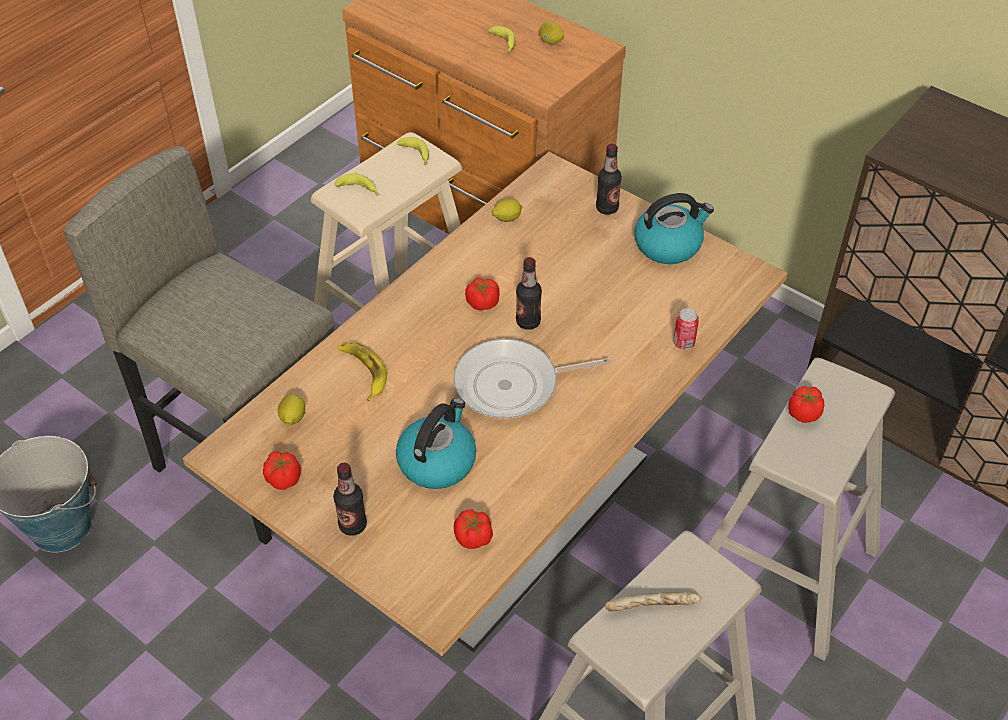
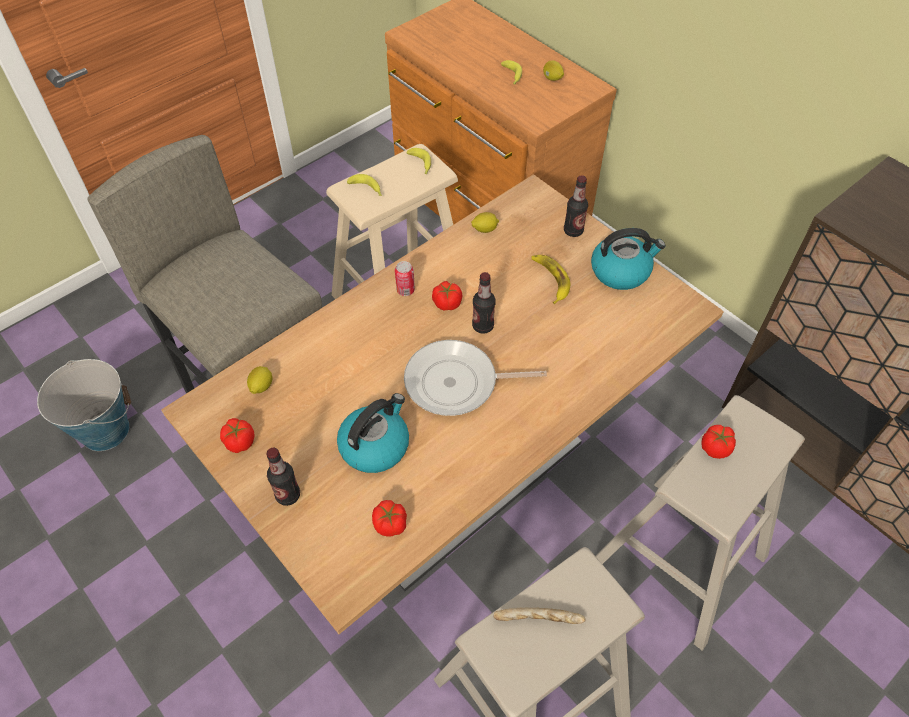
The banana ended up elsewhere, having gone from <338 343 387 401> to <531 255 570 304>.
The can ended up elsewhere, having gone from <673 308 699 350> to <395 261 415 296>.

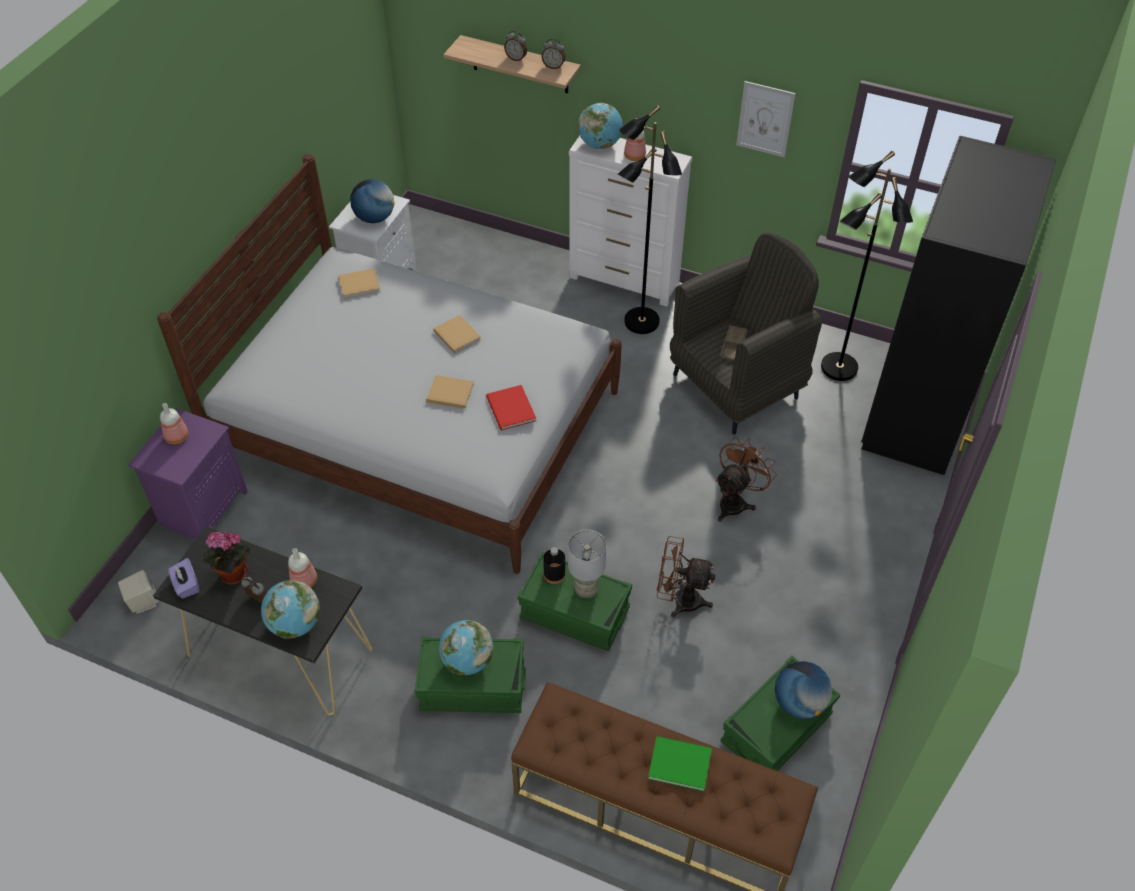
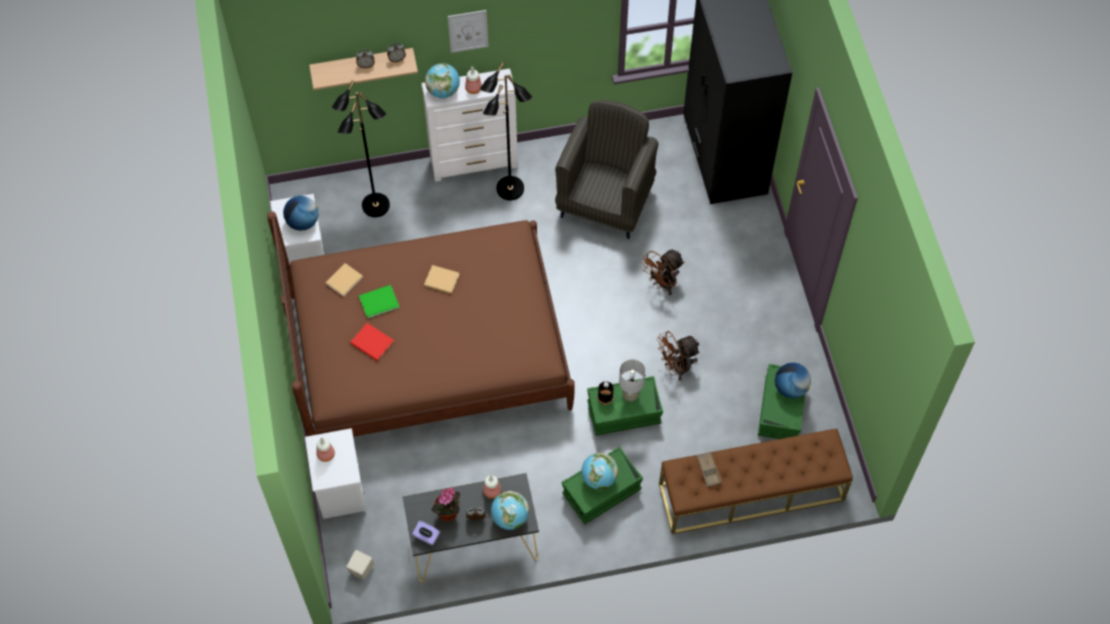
What was the nightstand (purple) at <128 408 248 540> turned into the nightstand (white) at <305 428 367 519>.
What was the bed (white) at <157 154 622 574> turned into the bed (brown) at <267 211 575 437>.
The second view lost the book (beige) at <426 375 474 409>.
The book (red) ended up elsewhere, having gone from <486 385 536 431> to <350 323 394 361>.
The book (green) ended up elsewhere, having gone from <648 736 712 791> to <359 285 400 319>.
The fan (brown) at <716 437 777 522> ended up facing another way, 135 degrees counterclockwise from before.
The tray (brown) ended up elsewhere, having gone from <719 325 748 361> to <697 452 722 487>.
The picture ended up elsewhere, having gone from <736 81 796 157> to <448 10 489 53>.
The floor lamp (black) ended up elsewhere, having gone from <821 151 913 381> to <332 80 390 217>.

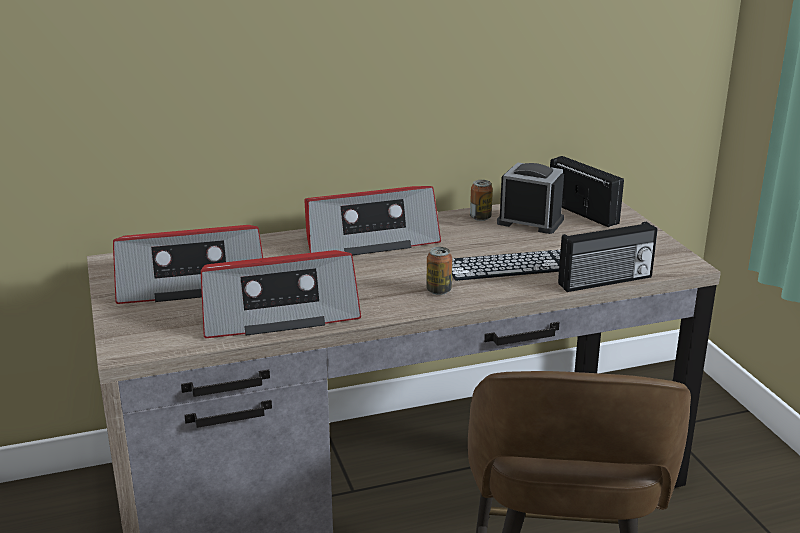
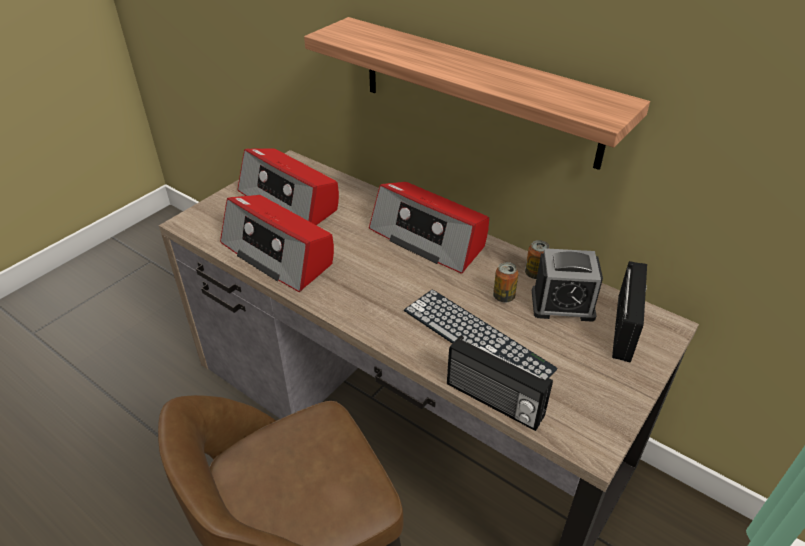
The can ended up elsewhere, having gone from <426 247 452 295> to <493 262 518 302>.
The alarm clock at <497 162 564 234> ended up facing another way, 105 degrees clockwise from before.
The second view gained the shelf at <304 17 650 170>.

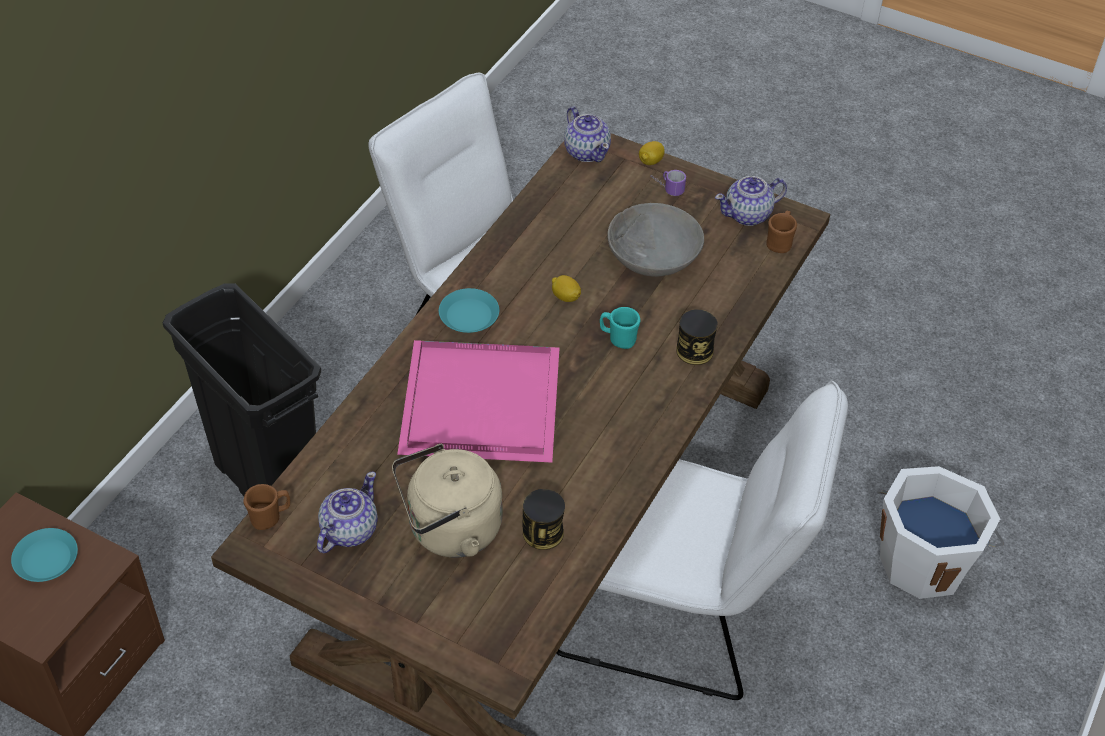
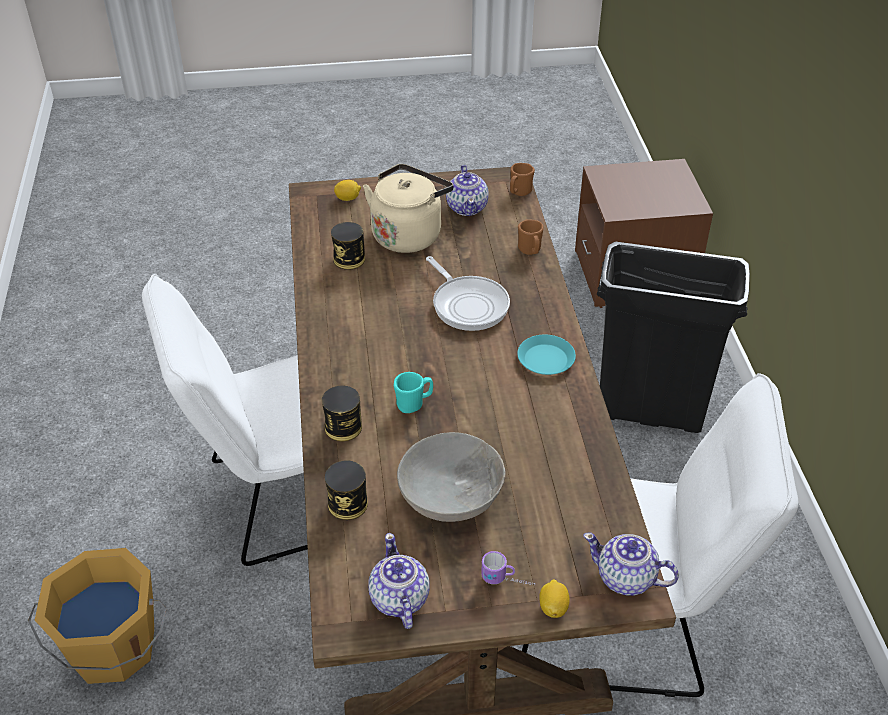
The second view lost the plate (turquoise) at <11 528 78 582>.
Where the tray (pink) stood at <397 340 559 463>, the frying pan came to stand at <426 256 510 331>.
The lemon ended up elsewhere, having gone from <552 275 581 302> to <334 180 361 201>.
The teapot at <715 176 787 226> ended up facing another way, 45 degrees counterclockwise from before.
The mug (brown) ended up elsewhere, having gone from <766 210 797 253> to <518 219 544 255>.
What was the bucket (white) at <877 466 1004 599> turned into the bucket (orange) at <28 548 166 684>.
The second view gained the can at <325 460 368 520>.

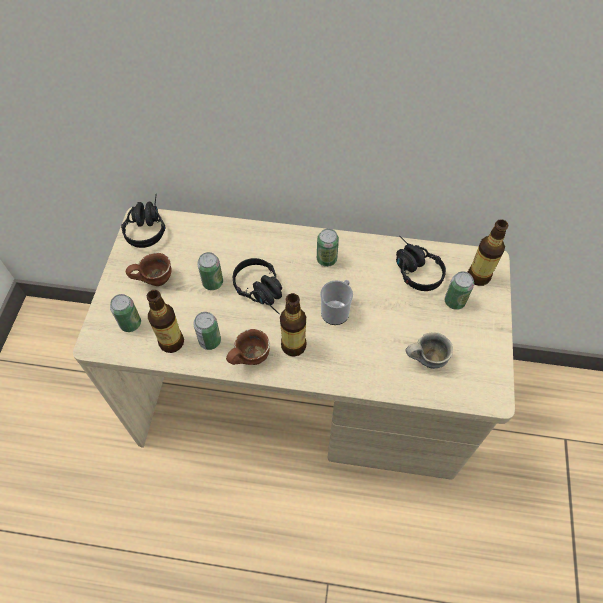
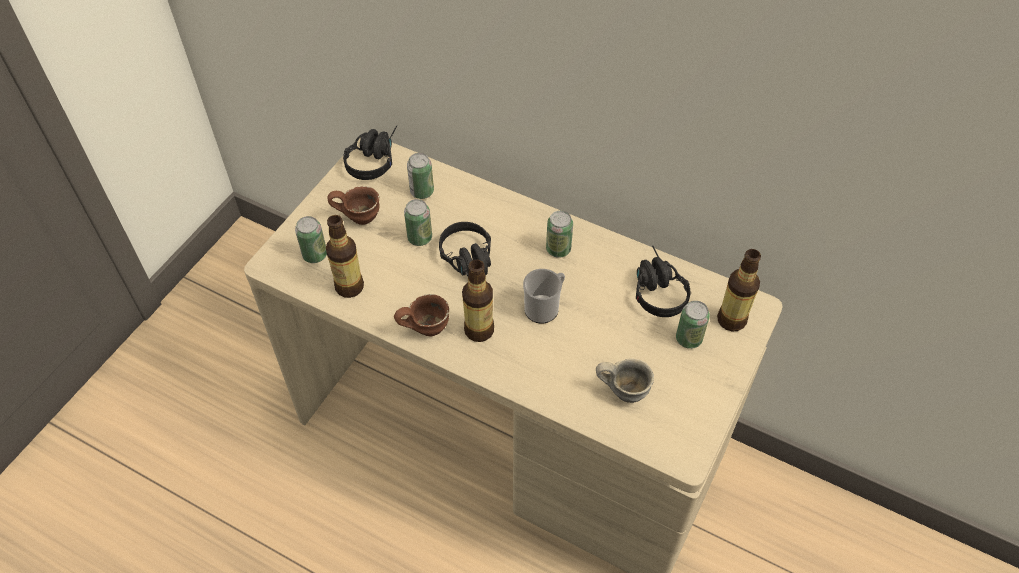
The can ended up elsewhere, having gone from <193 312 221 350> to <407 153 434 199>.

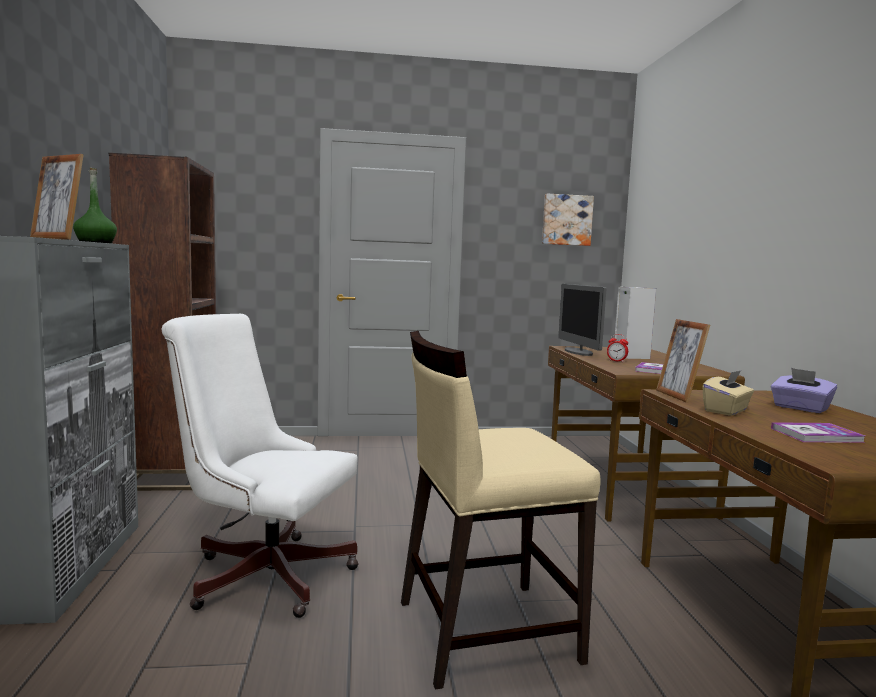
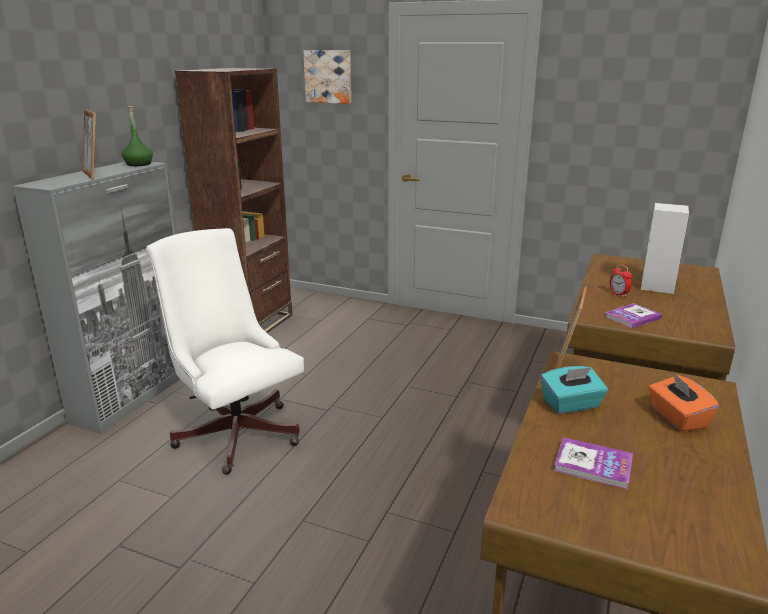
The second view lost the chair (beige) at <401 331 601 690>.
The picture ended up elsewhere, having gone from <542 194 594 246> to <303 50 351 104>.
The second view lost the monitor at <558 284 607 356>.
What was the tissue box (beige) at <702 370 754 416> turned into the tissue box (turquoise) at <541 366 608 414>.
What was the tissue box (purple) at <771 368 837 413> turned into the tissue box (orange) at <649 373 719 432>.

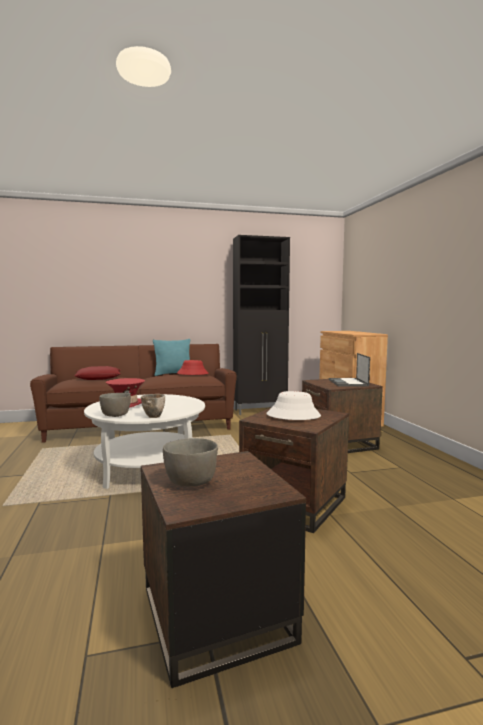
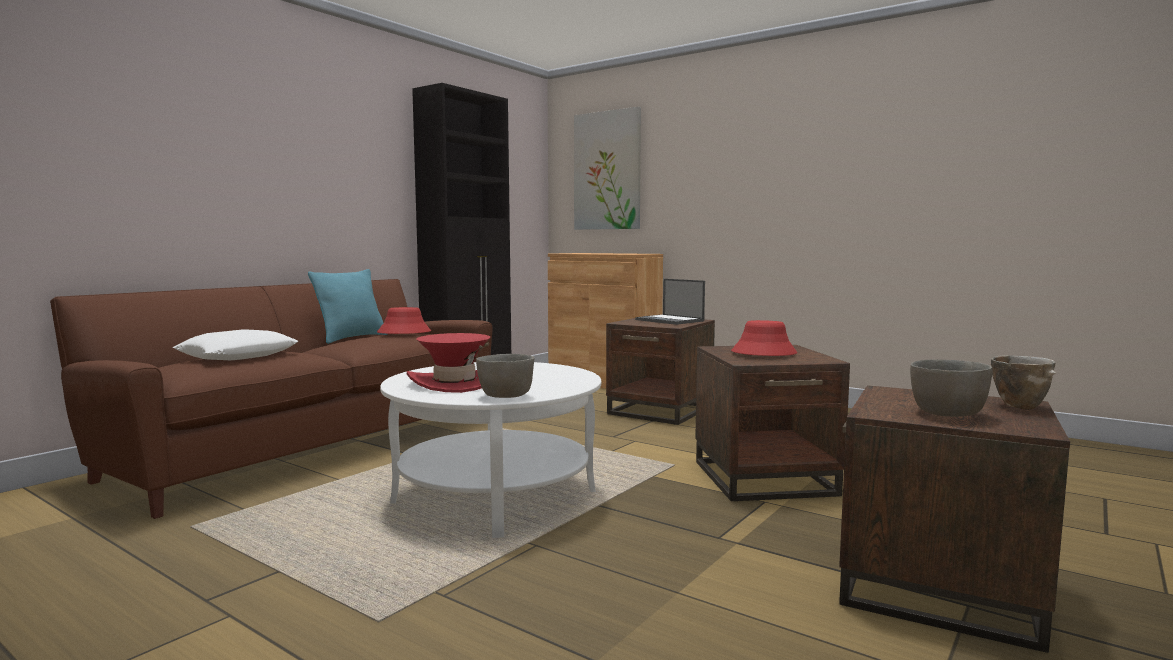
What was the pillow (red) at <74 366 121 380> turned into the pillow (white) at <173 329 299 360>.
The bowl ended up elsewhere, having gone from <141 394 165 418> to <990 355 1056 410>.
What was the hat (white) at <267 391 321 420> turned into the hat (red) at <731 320 797 356>.
The second view gained the picture at <574 107 641 230>.

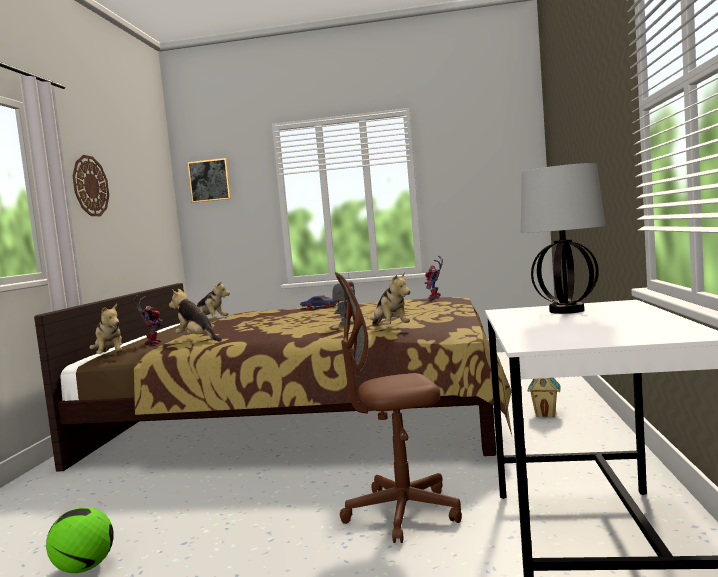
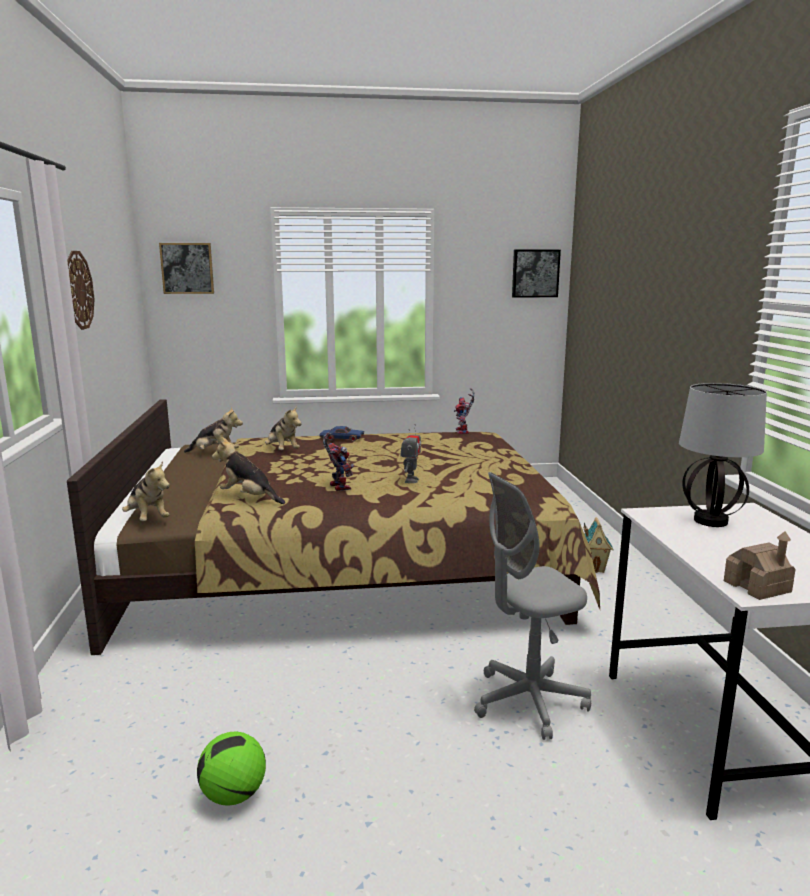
The toy robot ended up elsewhere, having gone from <134 295 163 346> to <323 432 354 491>.
What was the office chair (brown) at <335 272 462 543> turned into the office chair (grey) at <474 472 591 740>.
The plush toy ended up elsewhere, having gone from <370 273 410 324> to <265 406 301 450>.
The second view gained the picture at <512 250 561 298>.
The second view gained the toy house at <724 531 796 600>.

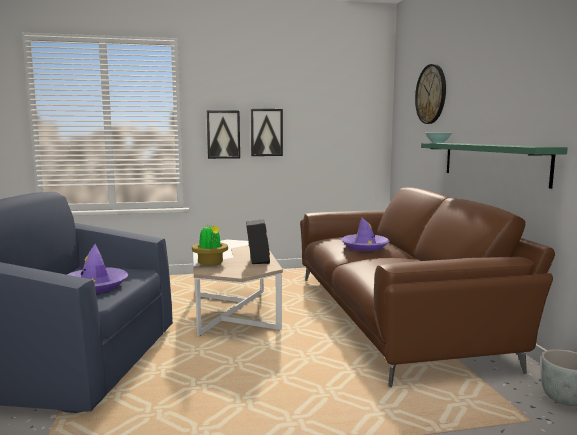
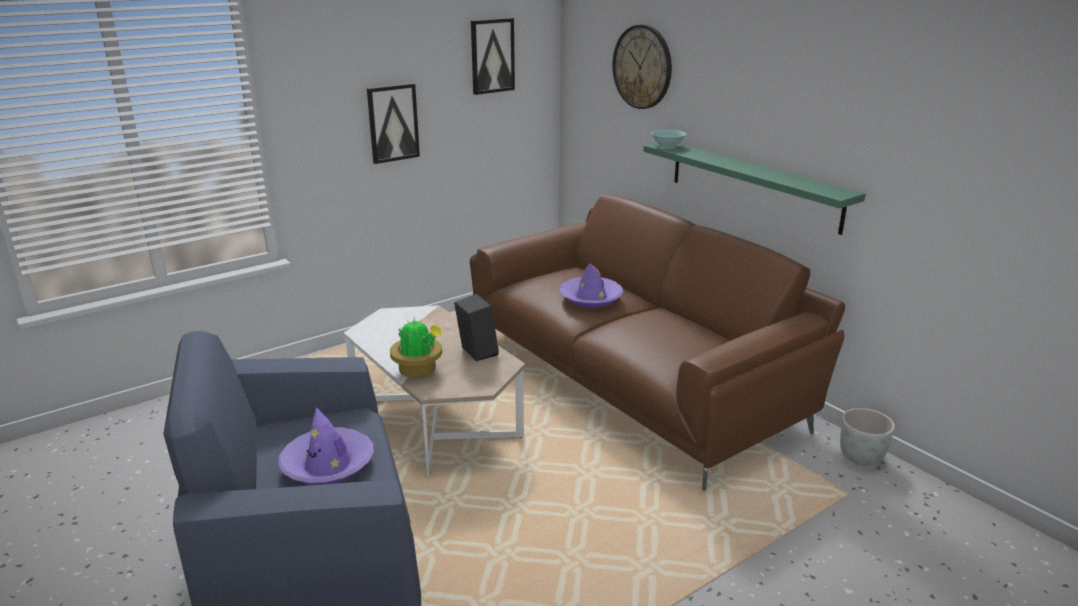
The picture ended up elsewhere, having gone from <207 110 240 159> to <471 18 515 95>.

